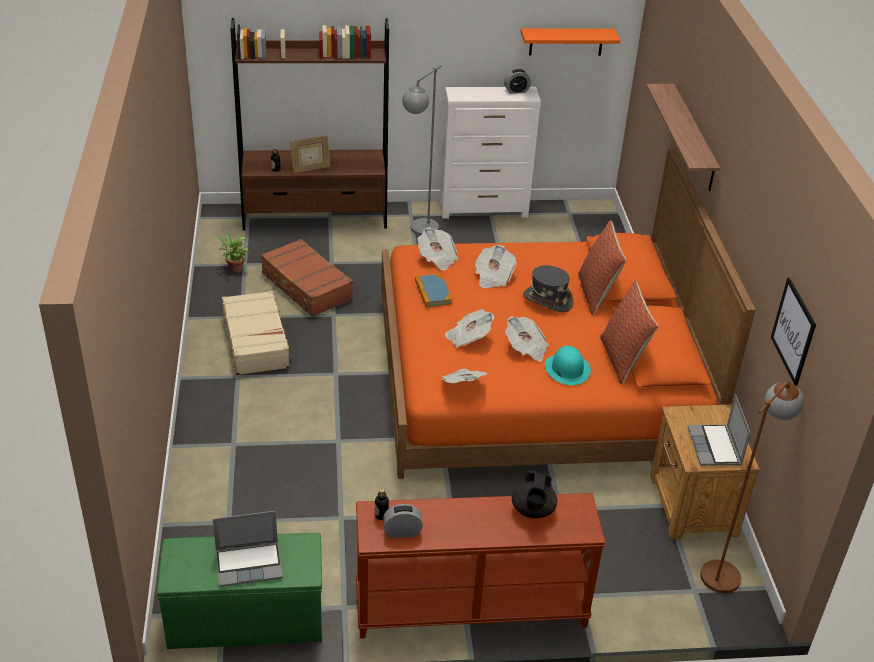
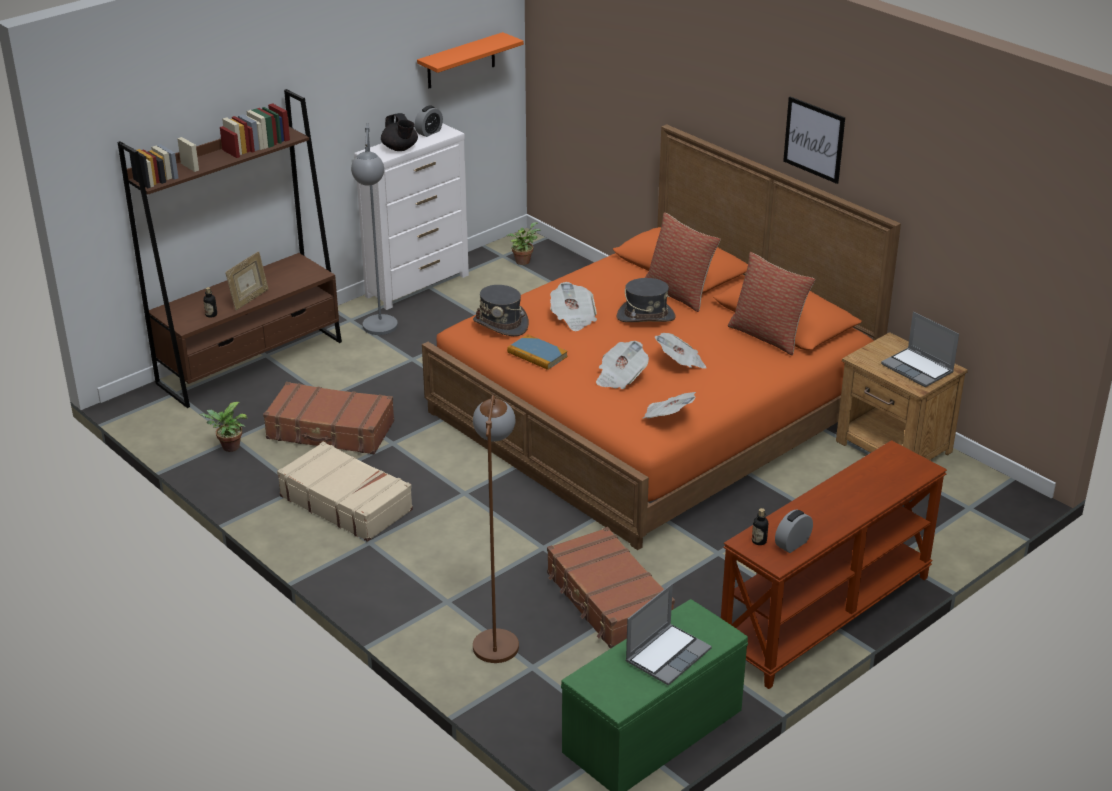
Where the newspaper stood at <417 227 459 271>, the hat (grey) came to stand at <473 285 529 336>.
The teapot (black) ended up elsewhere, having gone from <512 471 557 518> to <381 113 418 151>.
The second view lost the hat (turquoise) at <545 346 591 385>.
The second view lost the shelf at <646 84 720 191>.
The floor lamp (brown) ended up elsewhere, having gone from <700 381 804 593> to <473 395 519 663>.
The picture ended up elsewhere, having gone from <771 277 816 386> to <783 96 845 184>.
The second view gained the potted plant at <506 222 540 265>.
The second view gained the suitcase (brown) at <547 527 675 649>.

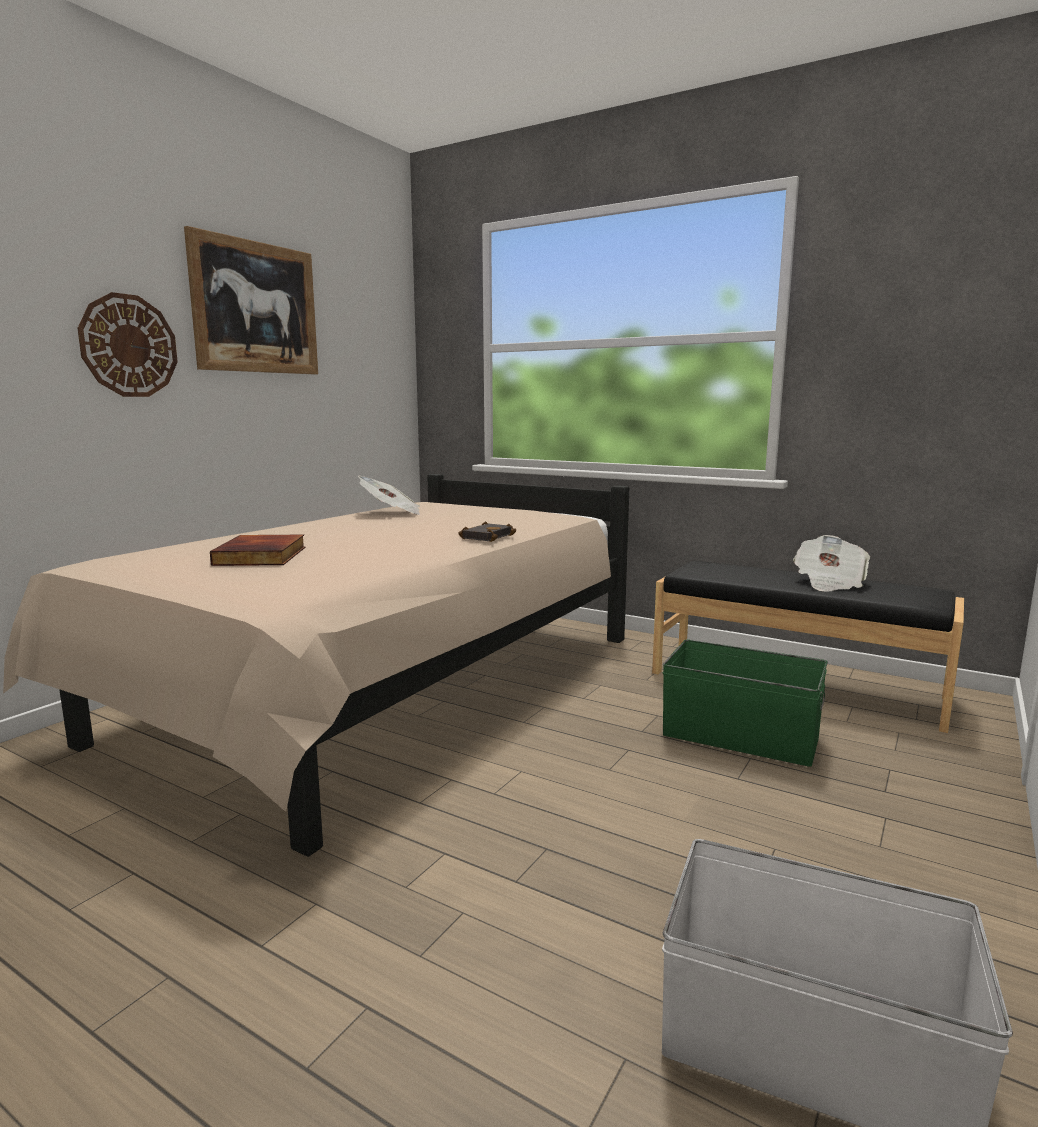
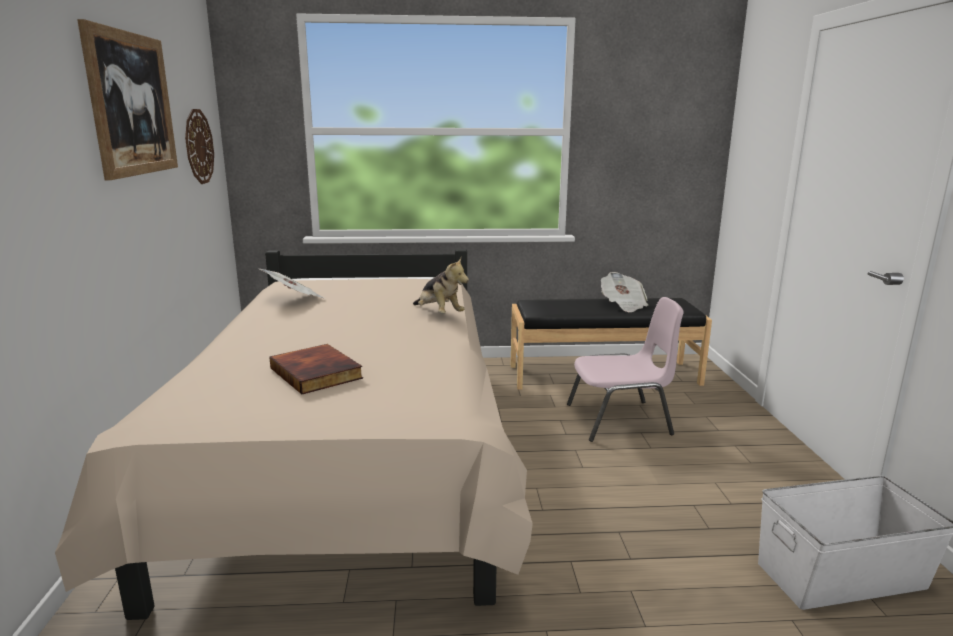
The wall clock ended up elsewhere, having gone from <78 292 178 397> to <185 109 214 184>.
Where the book (black) stood at <458 521 516 542>, the plush toy came to stand at <413 258 469 314>.
Where the storage box (green) stood at <663 639 828 767>, the chair (pink) came to stand at <567 297 684 442>.

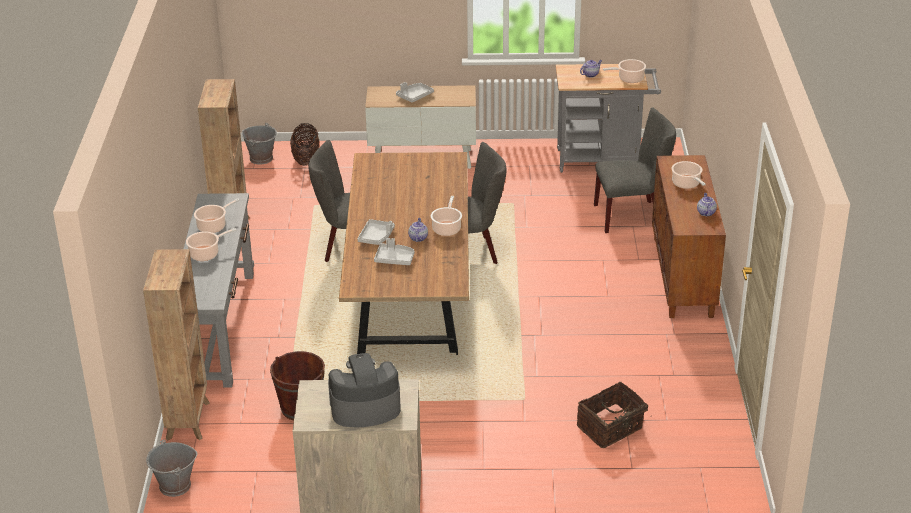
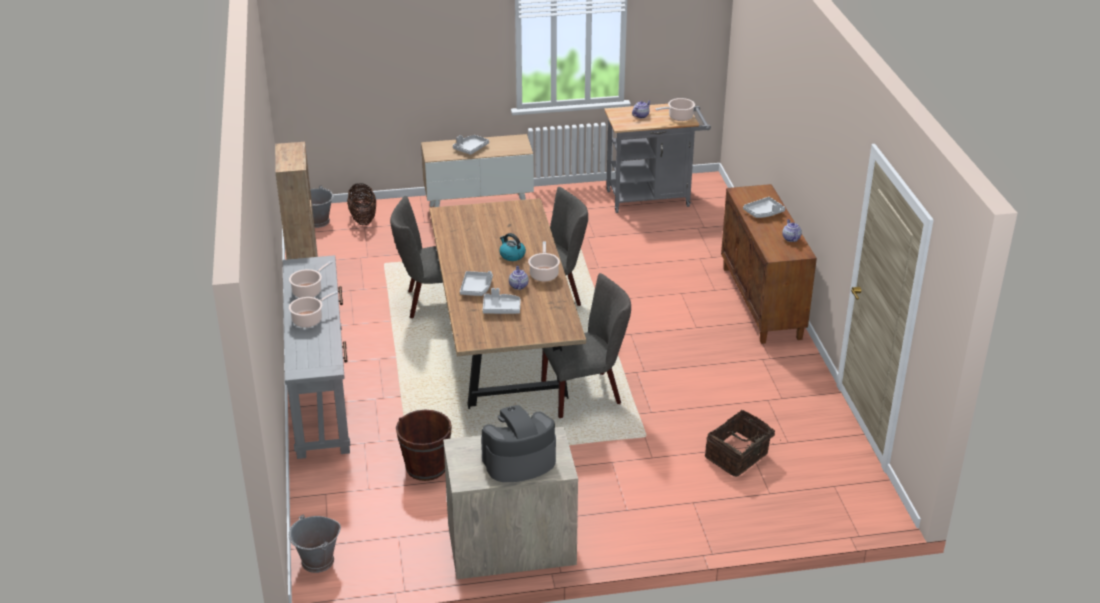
The second view lost the bookcase (brown) at <143 249 210 440>.
The chair (grey) ended up elsewhere, having gone from <594 107 676 233> to <541 273 631 418>.
Where the cooking pot stood at <672 161 706 189>, the tray (grey) came to stand at <743 197 785 218>.
The second view gained the kettle at <499 233 526 261>.

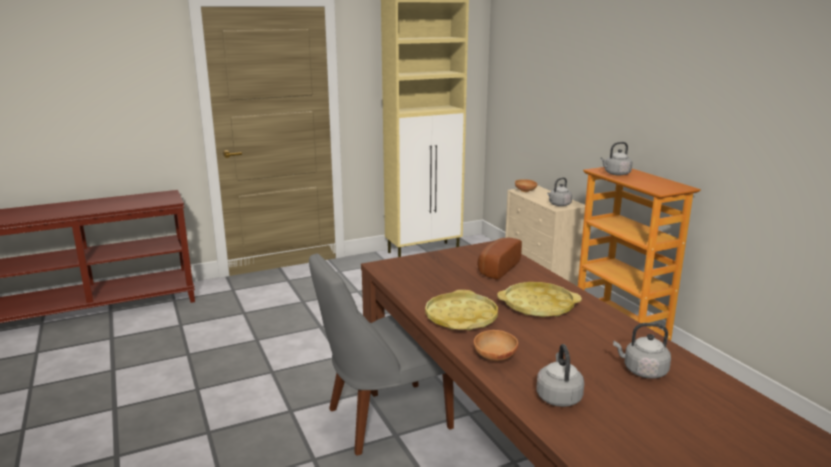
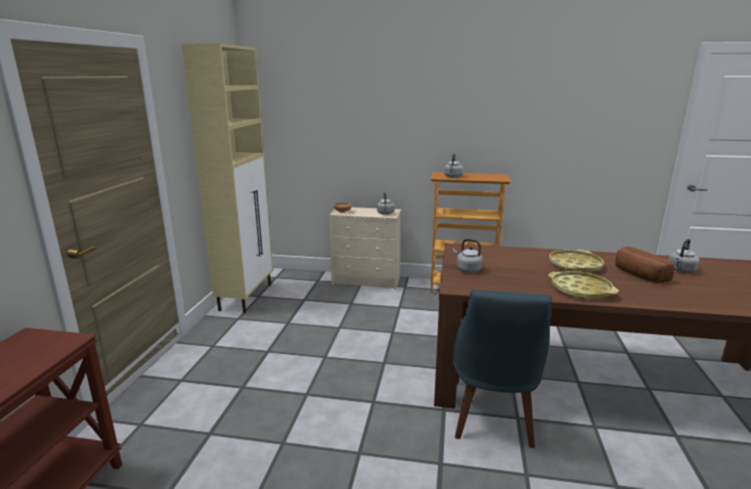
What was the chair (grey) at <309 253 454 456> turned into the chair (blue) at <453 290 552 448>.
The second view lost the bowl (brown) at <474 330 518 361>.
The bread ended up elsewhere, having gone from <477 238 522 280> to <615 247 675 283>.
The kettle (grey) ended up elsewhere, having gone from <536 344 584 407> to <453 239 483 273>.

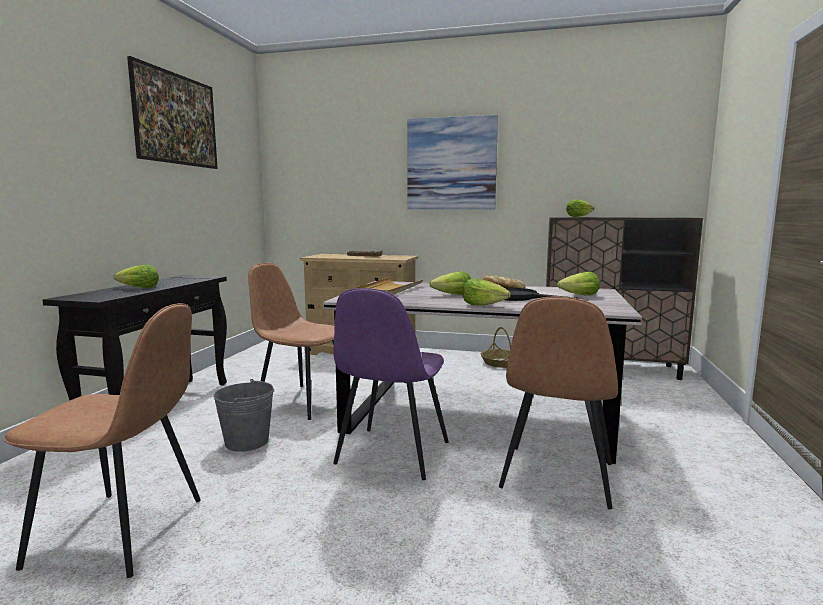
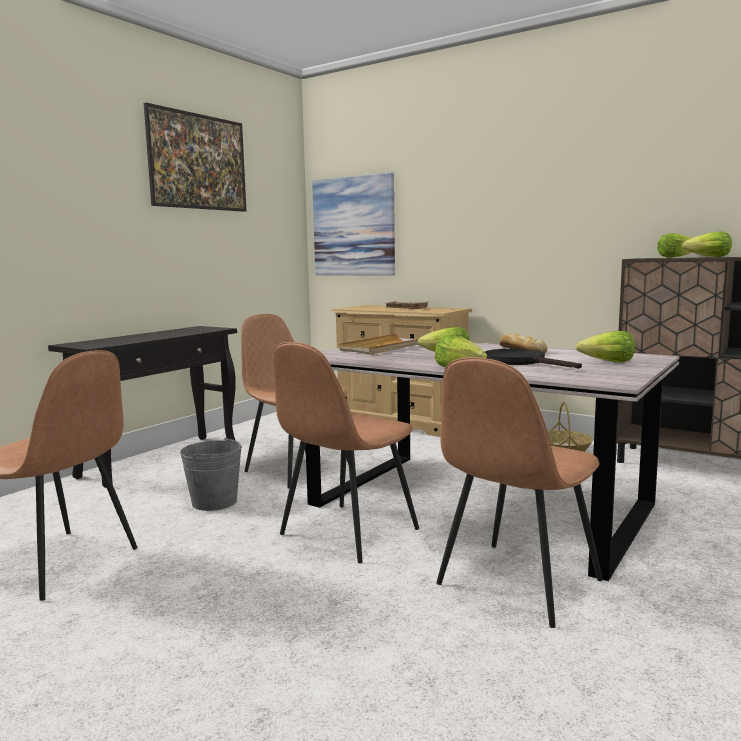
The lettuce ended up elsewhere, having gone from <114 265 159 288> to <682 231 732 257>.
What was the chair (purple) at <333 288 449 480> turned into the chair (brown) at <272 342 419 563>.
The picture ended up elsewhere, having gone from <407 115 498 210> to <312 172 395 275>.

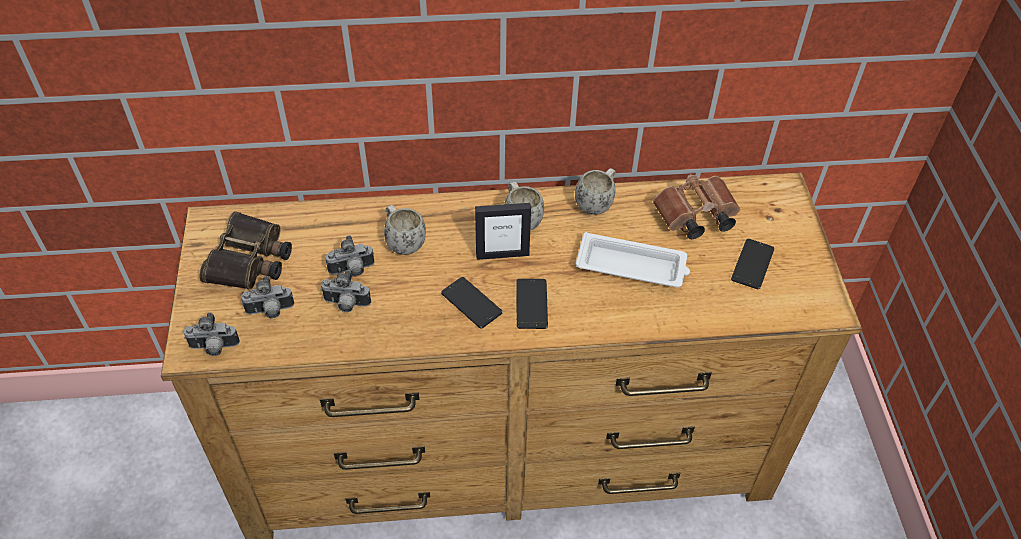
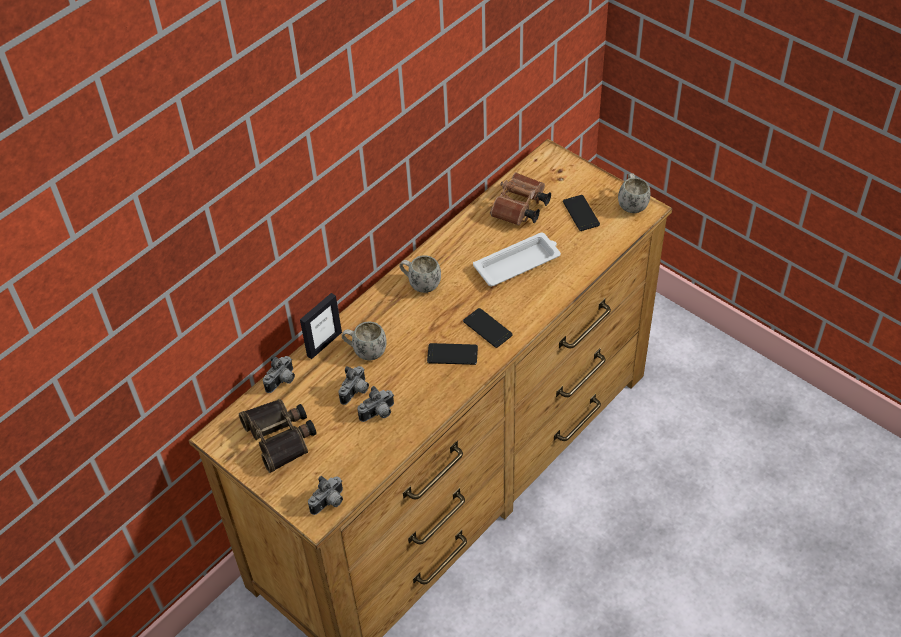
The photo camera ended up elsewhere, having gone from <241 276 294 318> to <263 355 295 393>.
The picture frame ended up elsewhere, having gone from <475 203 531 260> to <300 293 342 359>.
The mug (white) ended up elsewhere, having gone from <575 168 616 215> to <618 174 651 213>.

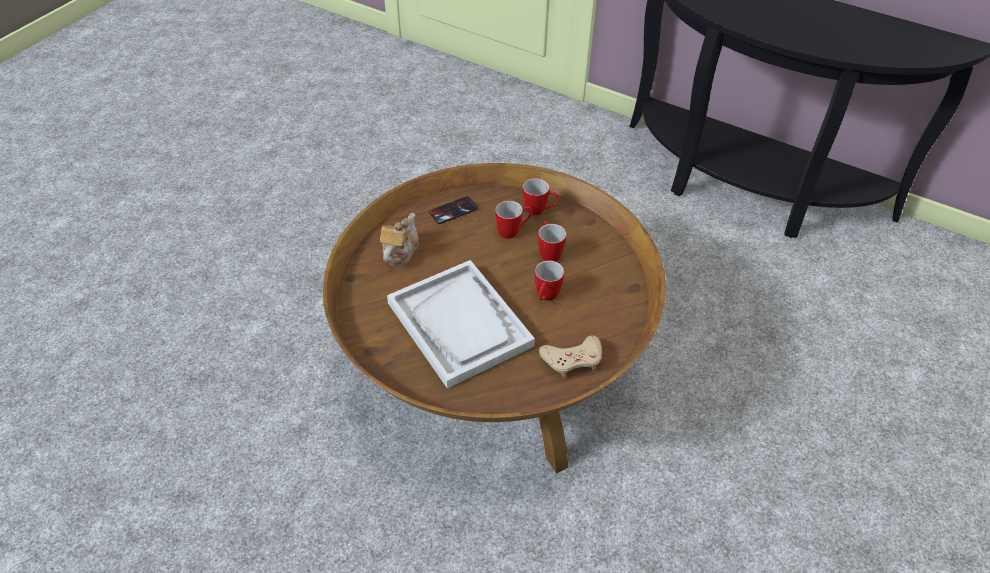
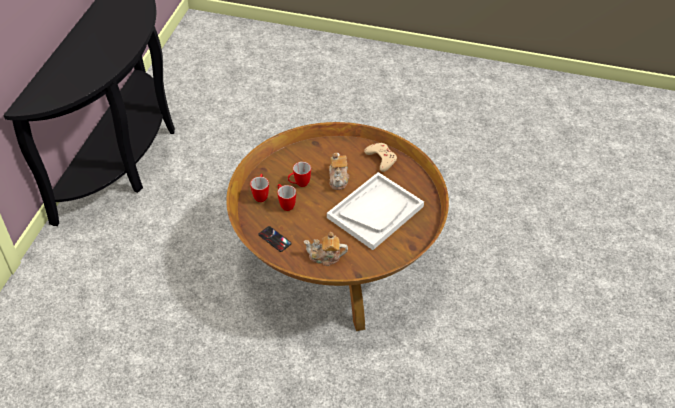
Where the mug stood at <535 260 564 301>, the teapot came to stand at <329 153 349 190>.

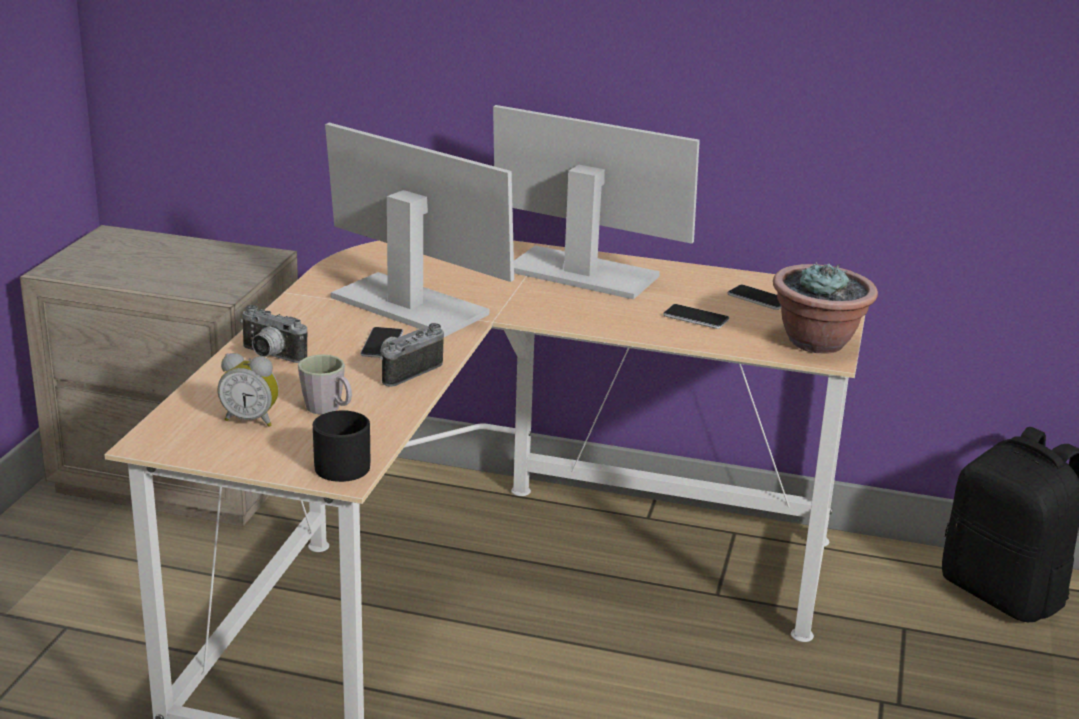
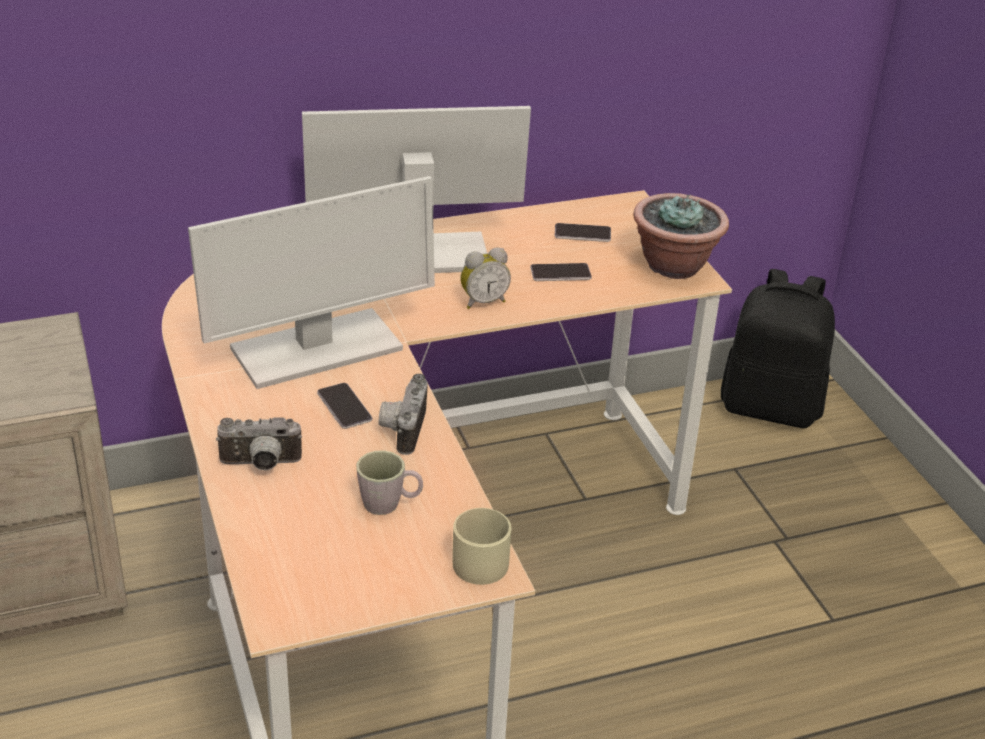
The alarm clock ended up elsewhere, having gone from <218 353 279 427> to <460 248 511 309>.
What was the mug (black) at <313 410 370 482> turned into the mug (beige) at <452 508 512 585>.
The monitor at <325 123 514 337> ended up facing another way, 150 degrees clockwise from before.

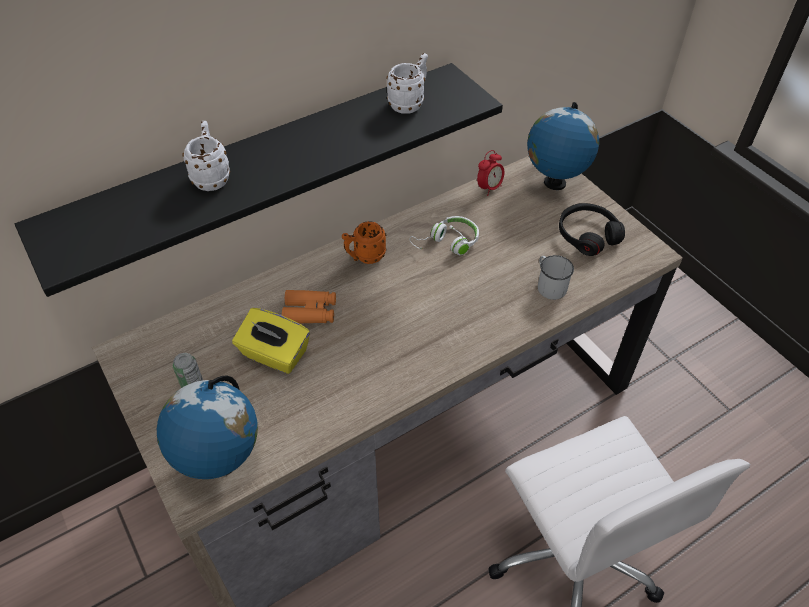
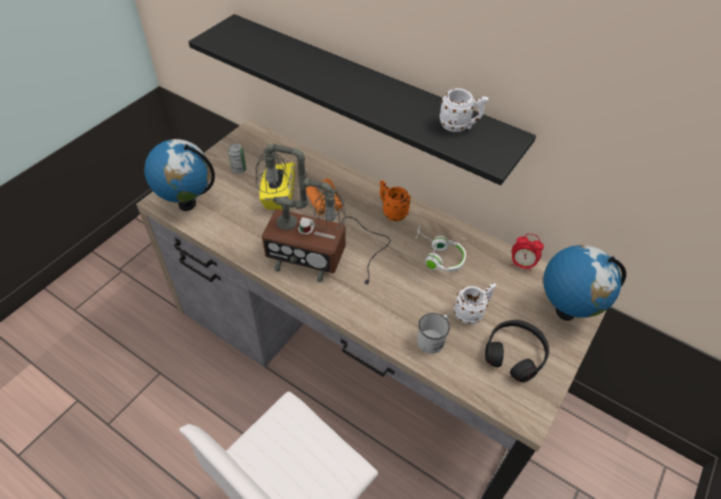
The mug (white) ended up elsewhere, having gone from <182 121 230 191> to <454 283 496 324>.
The second view gained the table lamp at <255 143 390 284>.

